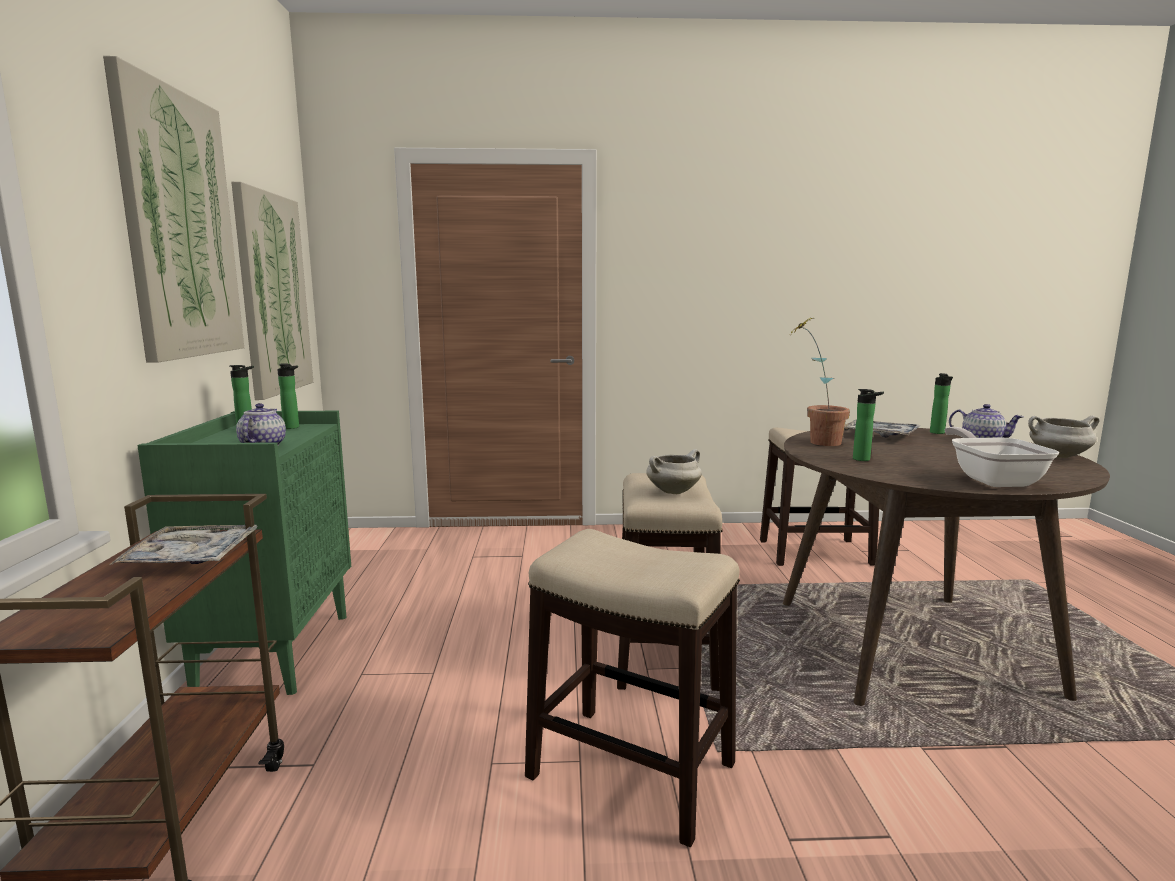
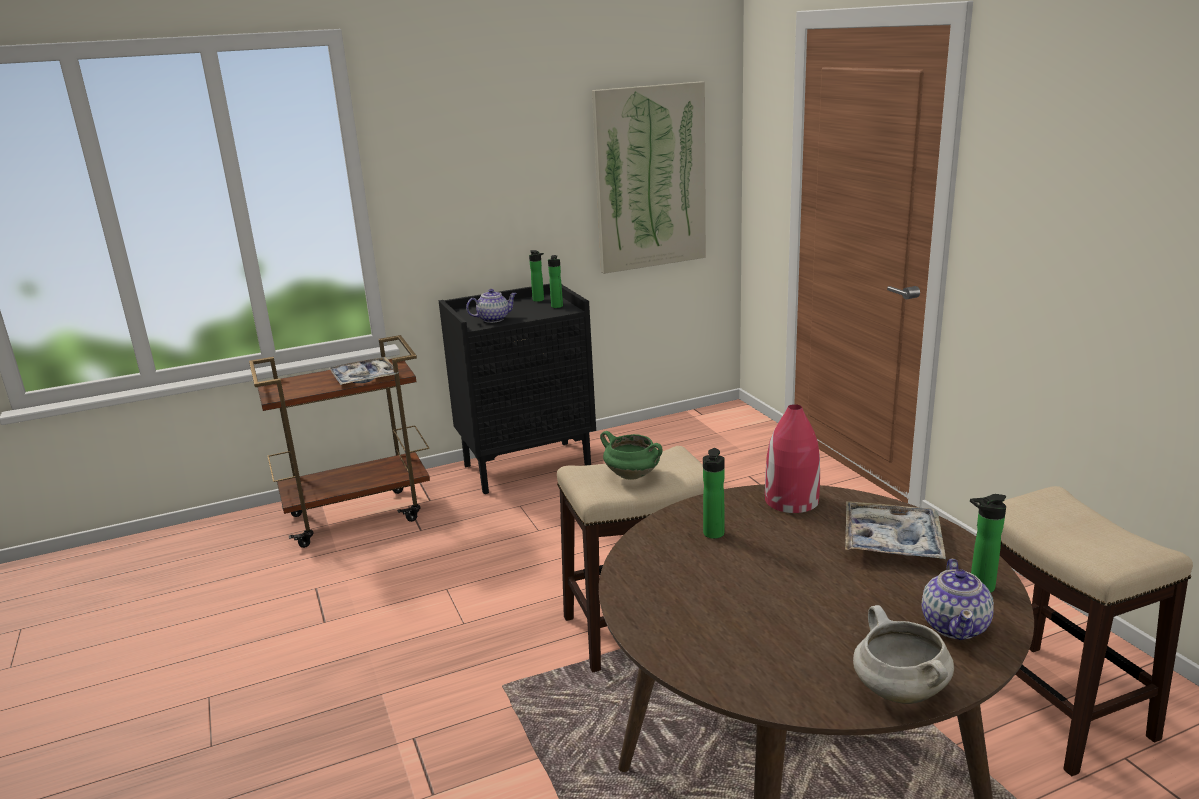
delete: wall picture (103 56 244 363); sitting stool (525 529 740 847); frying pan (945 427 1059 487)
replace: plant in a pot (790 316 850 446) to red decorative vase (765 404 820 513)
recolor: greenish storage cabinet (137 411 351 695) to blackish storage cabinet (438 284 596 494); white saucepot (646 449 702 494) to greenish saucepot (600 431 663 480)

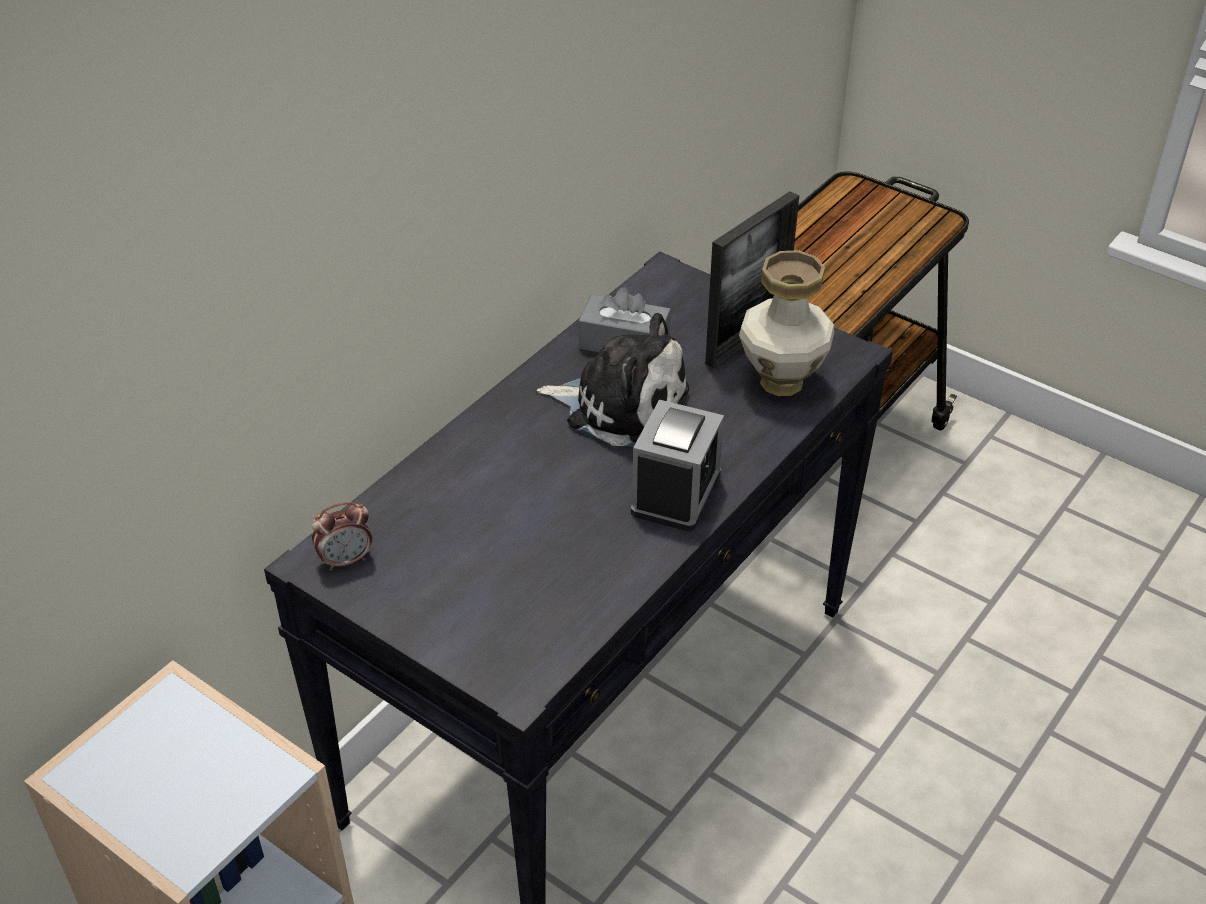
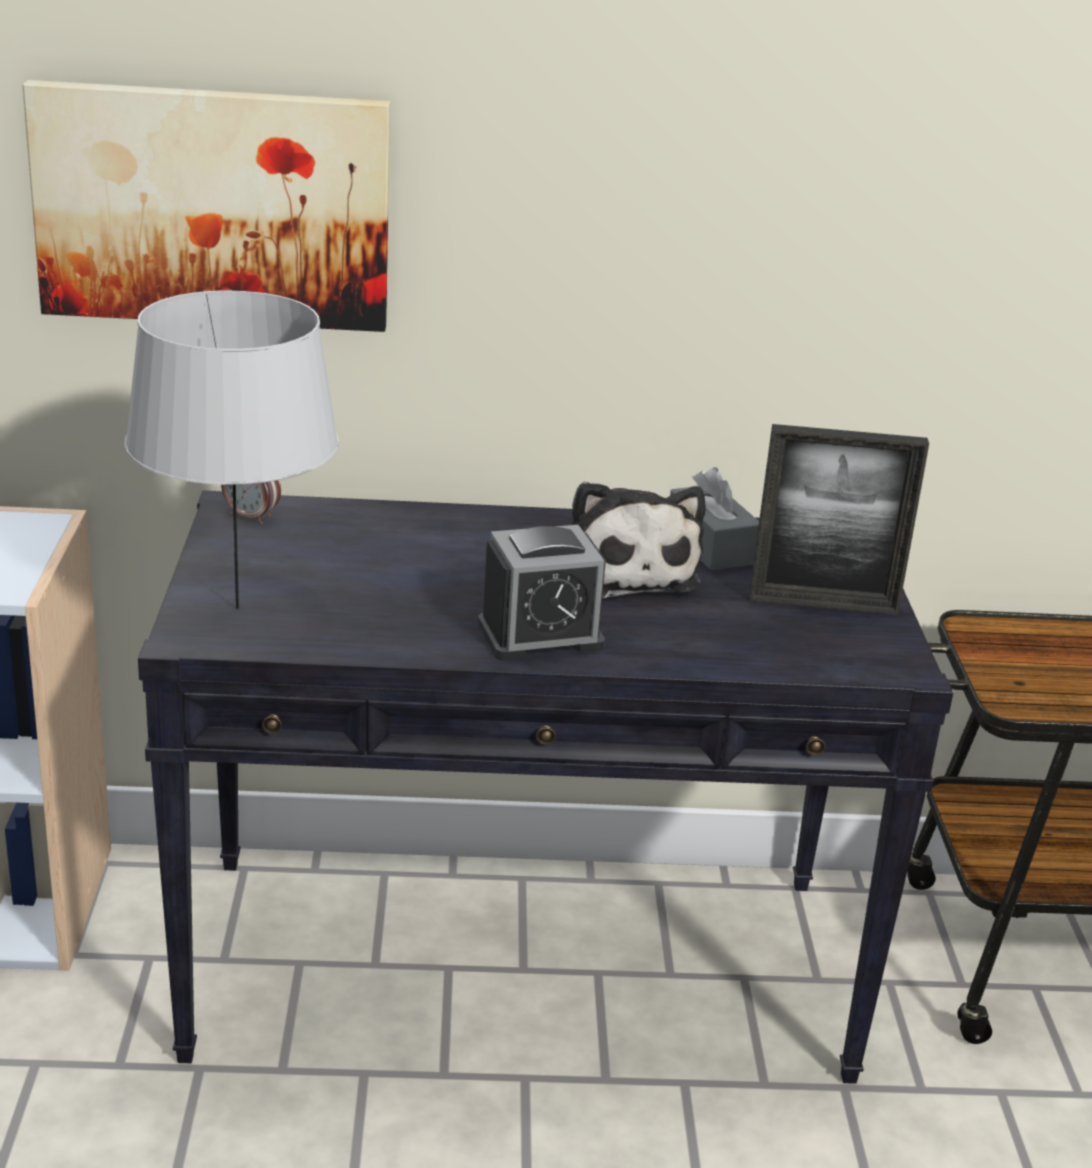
delete: decorative vase (739 250 835 396)
insert: wall picture (22 80 390 332); gray table lamp (125 290 339 609)

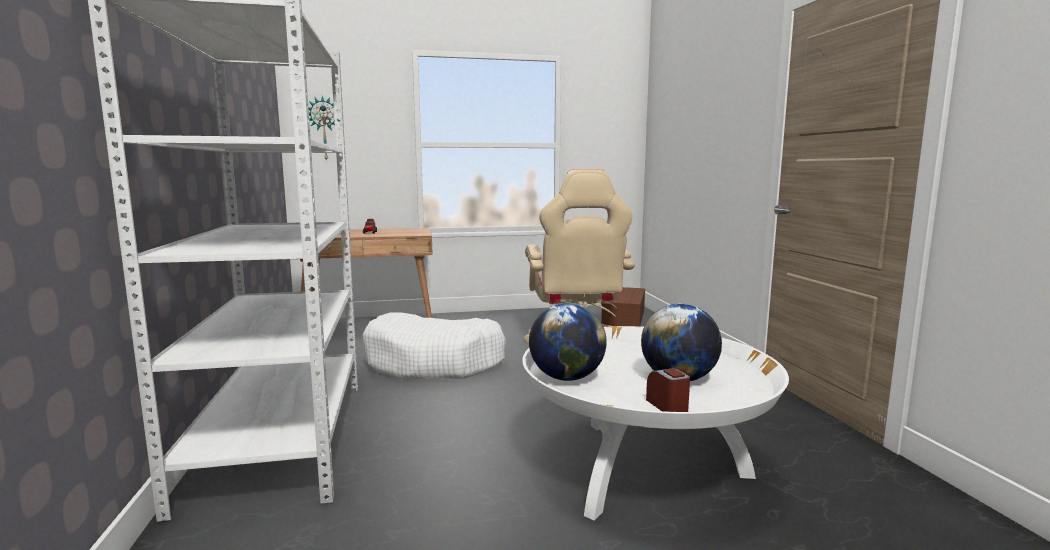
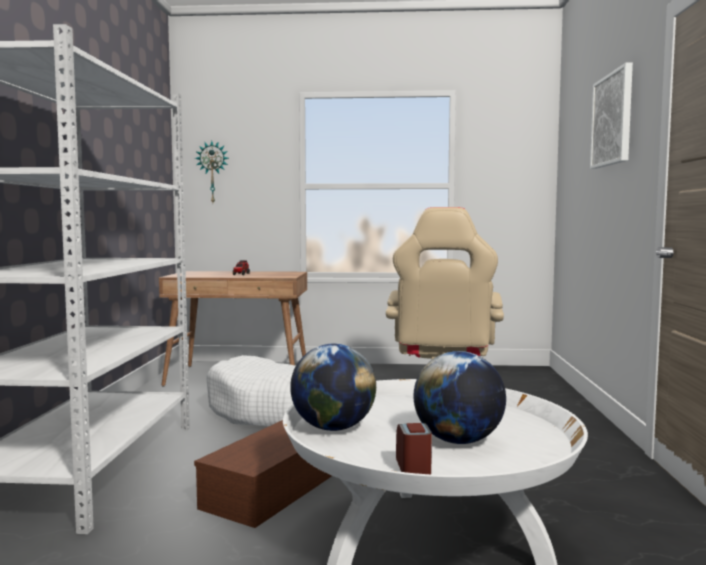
insert: wall picture (590 63 633 169)
move: brown storage box (601 287 645 326) to (194 420 332 528)

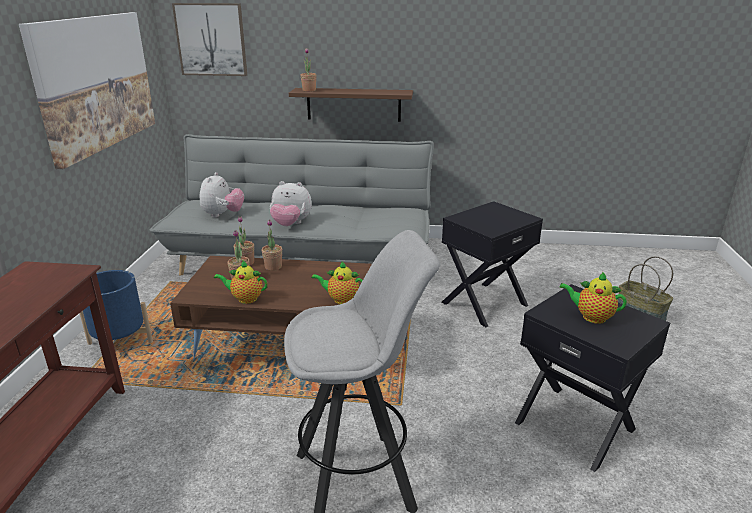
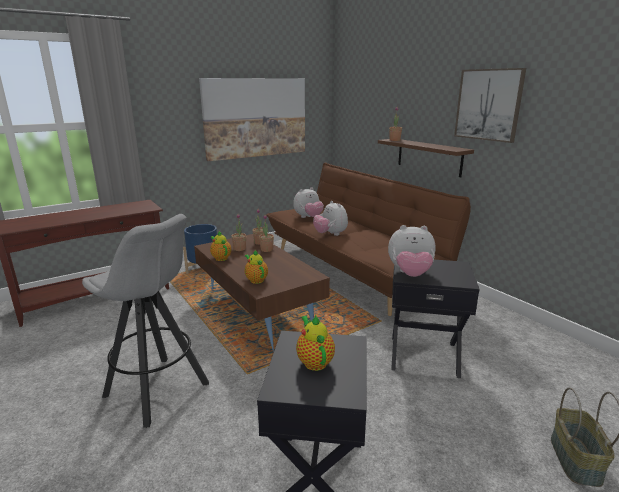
insert: soft toy (388 225 436 277)
move: wall picture (172 3 247 76) to (454 68 526 143)
recolor: gray sofa (150 134 434 275) to brown sofa (266 163 471 316)

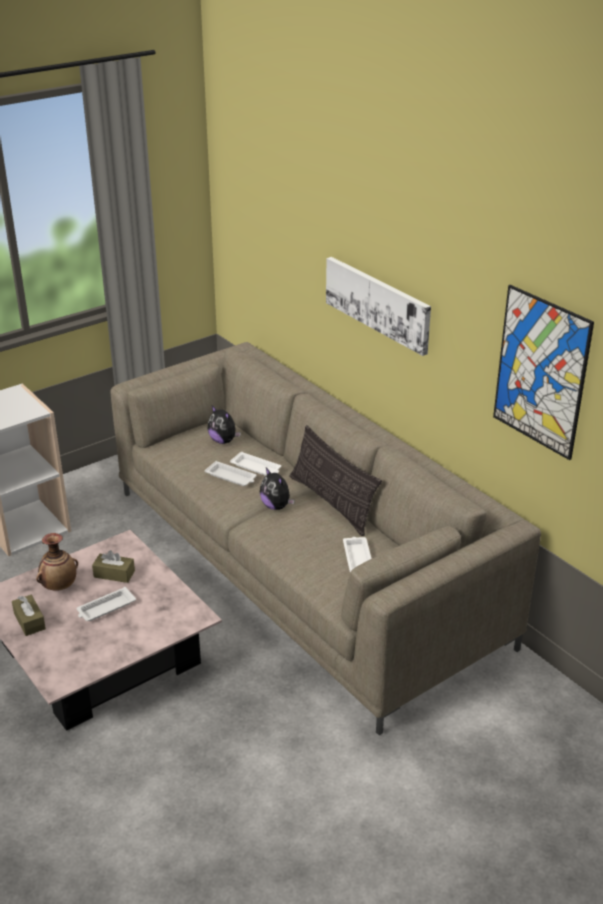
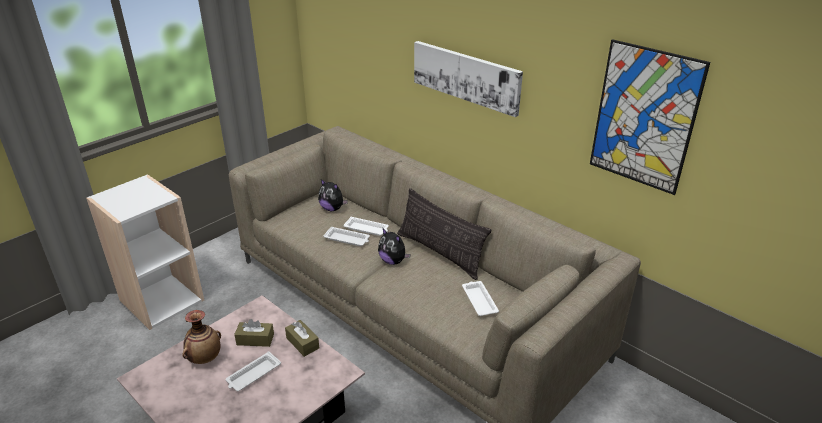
move: brown tissue box (12 595 46 636) to (285 320 319 357)

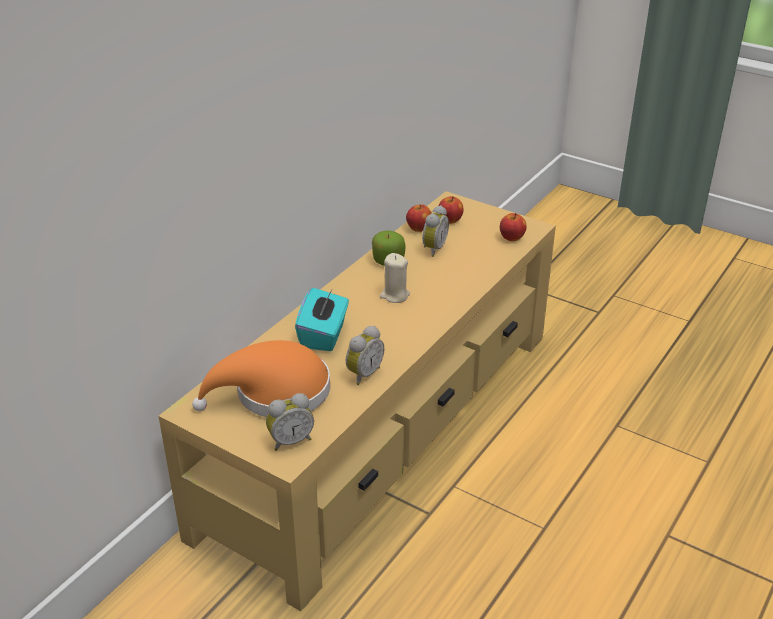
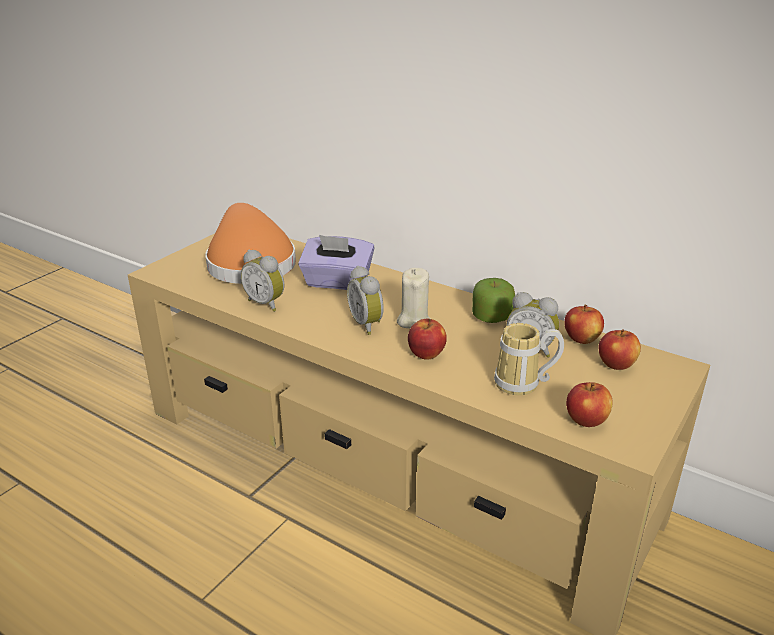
insert: whole apple (408 319 447 360); coffee mug (494 323 564 395)
move: alarm clock (266 393 314 451) to (347 266 384 335)
recolor: turquoise tissue box (295 288 349 351) to purple tissue box (298 235 374 290)

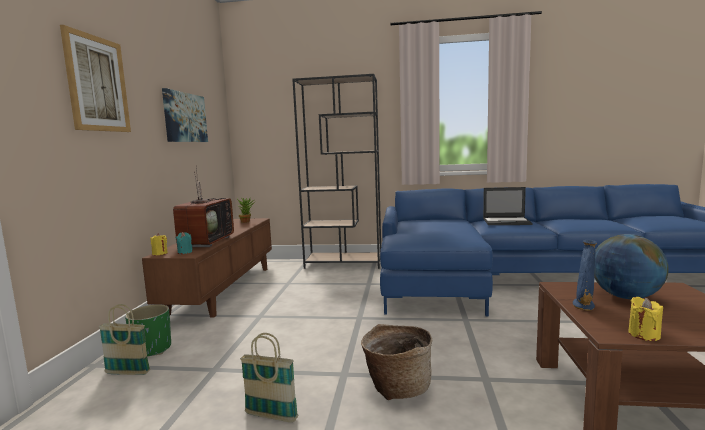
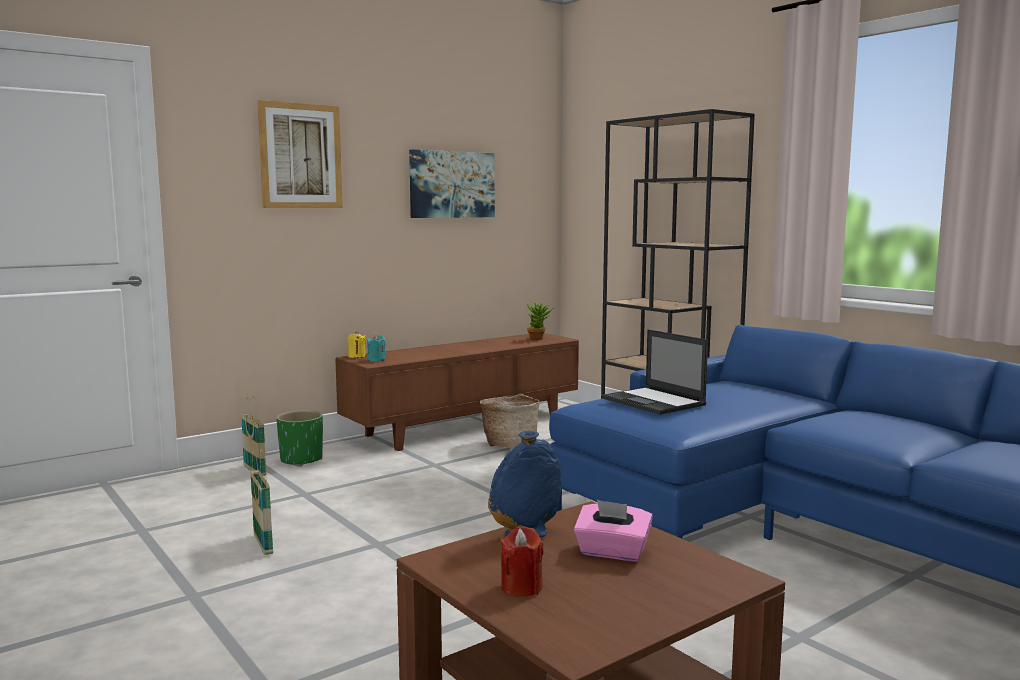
delete: TV set (173 165 234 247); yellow wax candle (629 297 663 341)
insert: red wax candle (500 526 544 597)
move: basket (361 324 432 400) to (480 394 540 448); laptop (483 187 533 225) to (602 329 708 415)
replace: world globe (594 234 669 299) to pinkish tissue box (574 500 653 562)

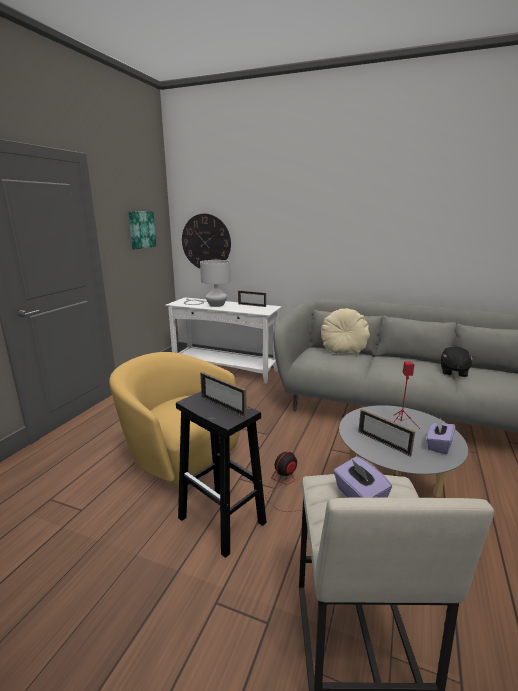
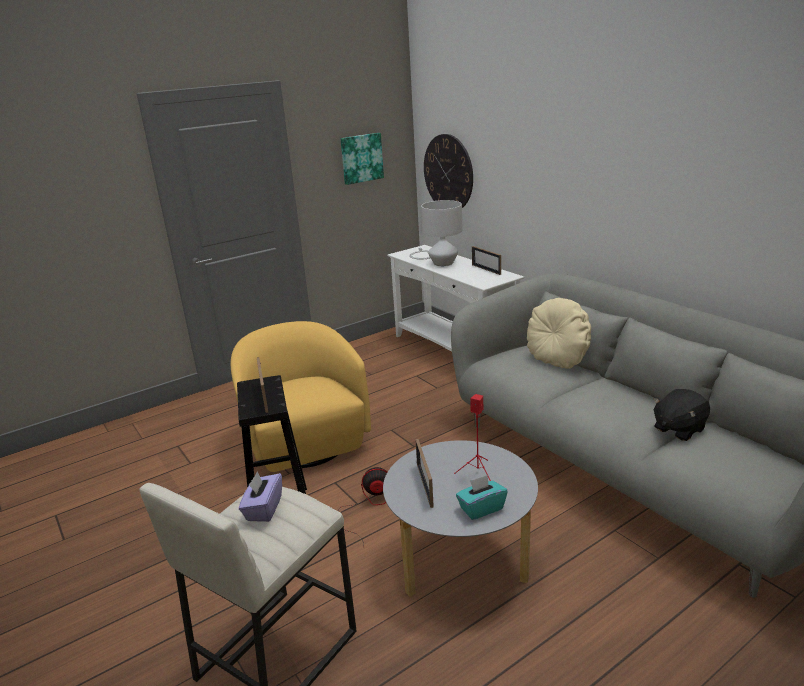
recolor: purple tissue box (427 418 455 455) to turquoise tissue box (456 475 508 520)

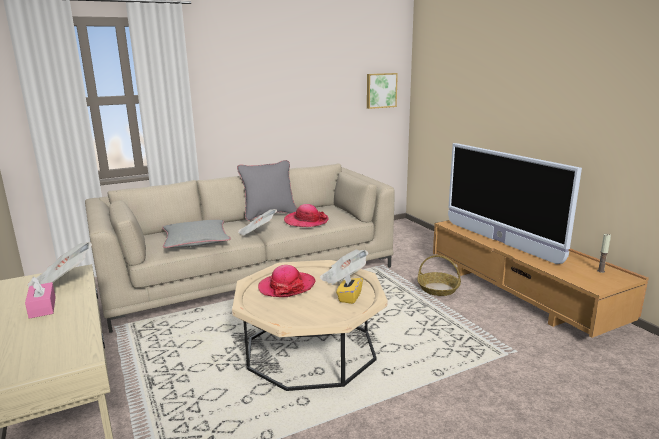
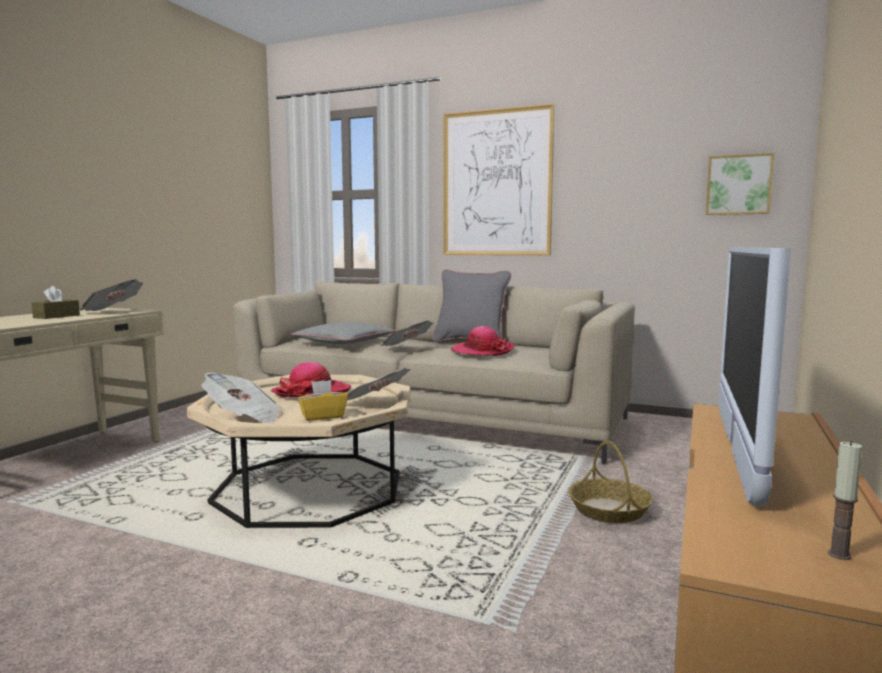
insert: printed paper (201 373 282 424); wall picture (443 103 555 255)
recolor: pinkish tissue box (25 277 56 319) to brown tissue box (32 286 80 319)

